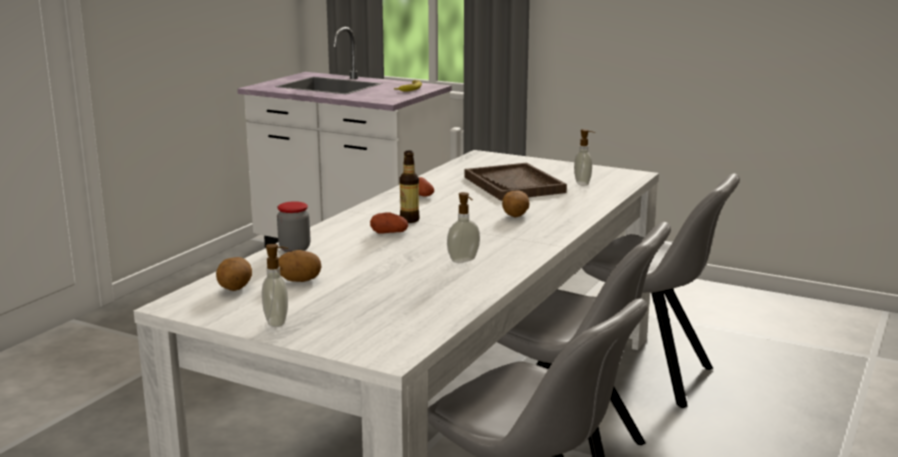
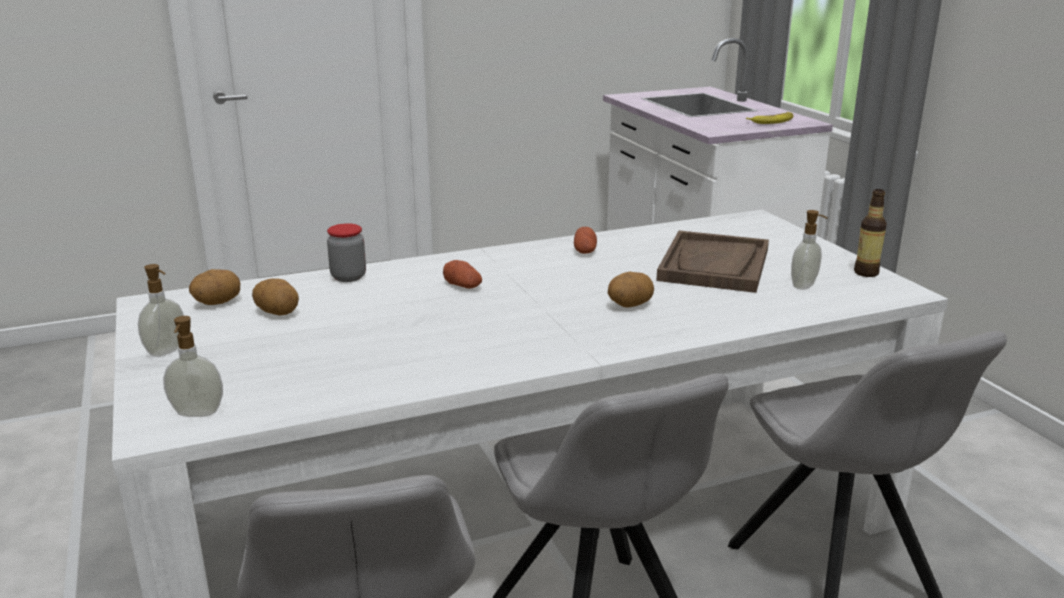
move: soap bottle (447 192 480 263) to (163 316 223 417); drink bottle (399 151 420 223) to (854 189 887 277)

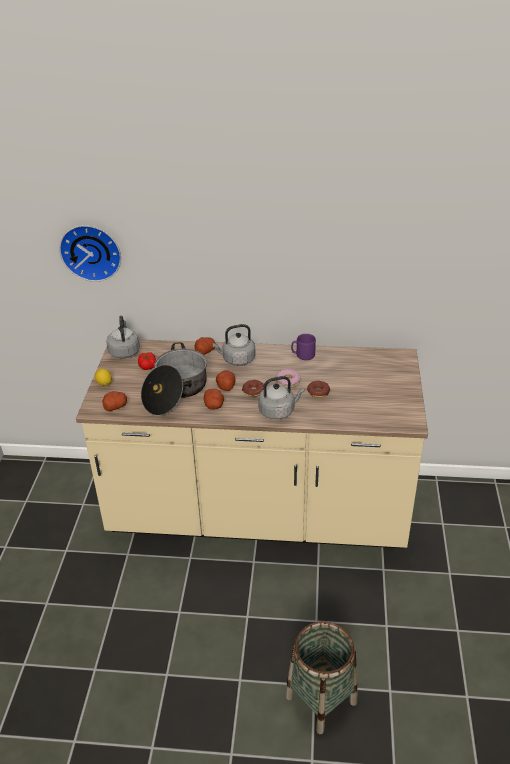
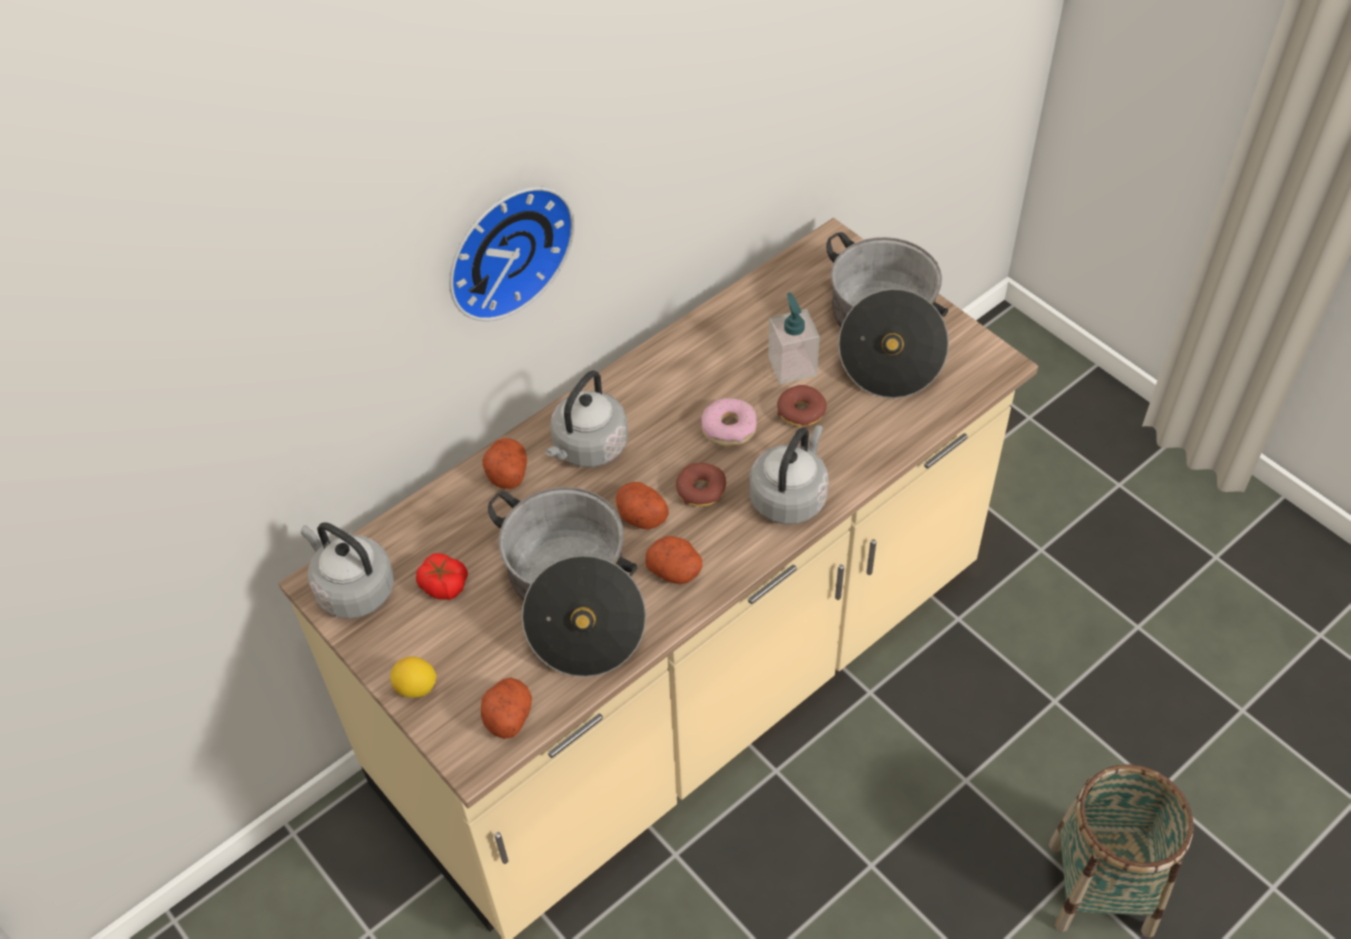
delete: purple coffee mug (291 334 316 360)
insert: soap bottle (768 292 820 384); saucepot (826 232 949 398)
move: hanging clock (59 225 121 282) to (449 186 575 321)

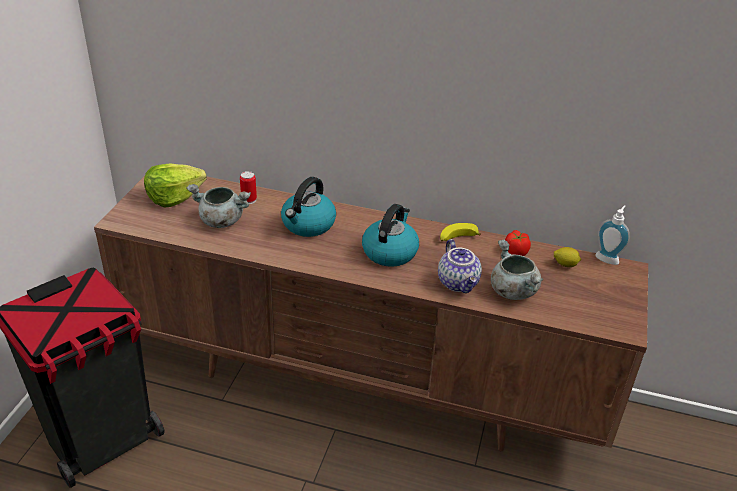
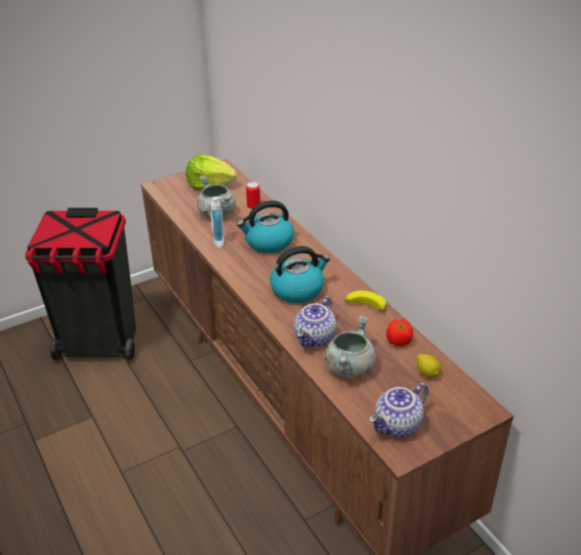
insert: tea pot (369 383 429 437)
move: soap bottle (595 205 630 265) to (210 197 226 248)

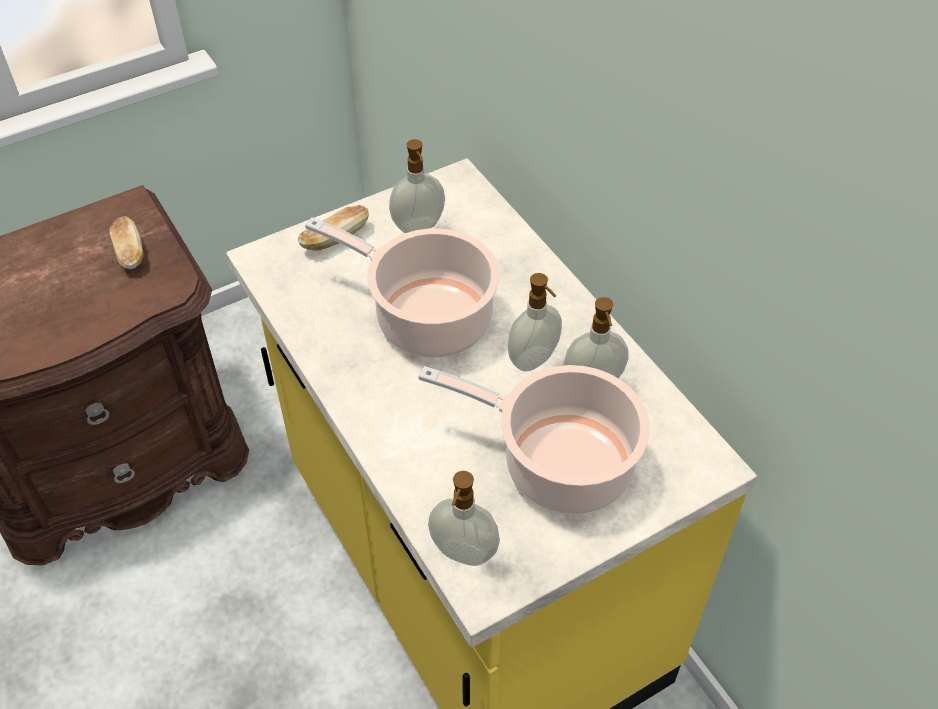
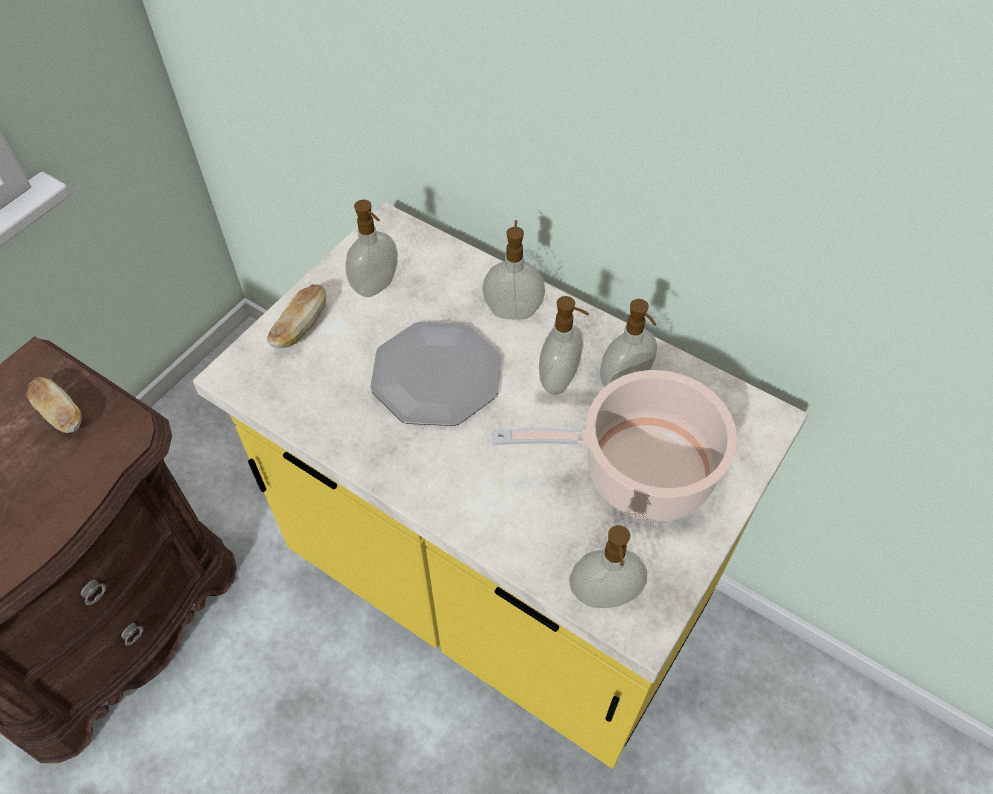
insert: soap bottle (482 220 545 319)
replace: saucepot (305 217 500 358) to flat dish (370 322 500 426)

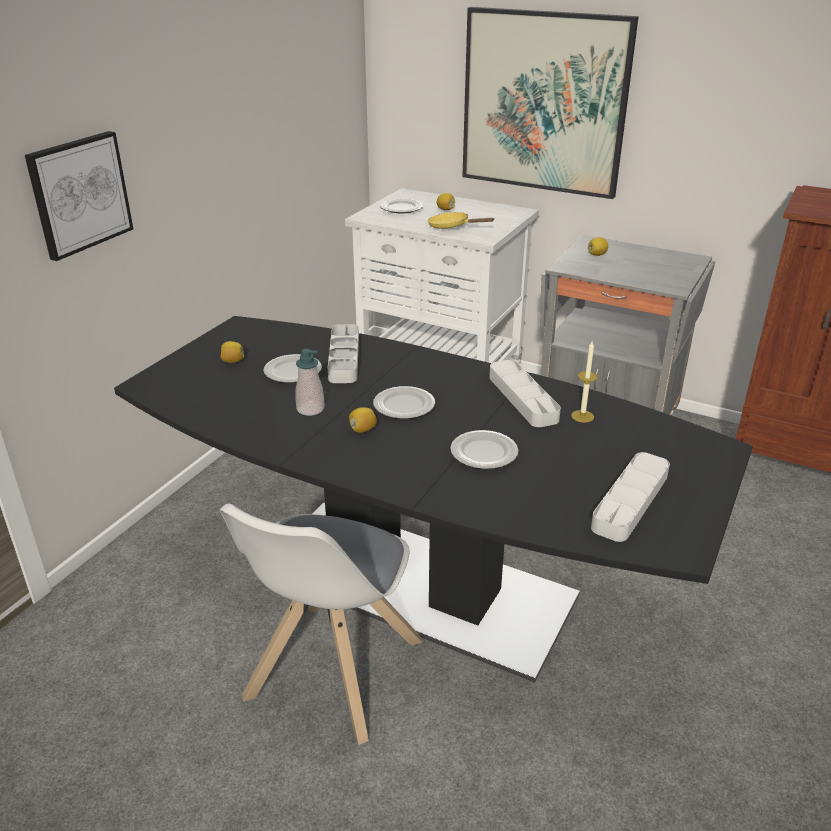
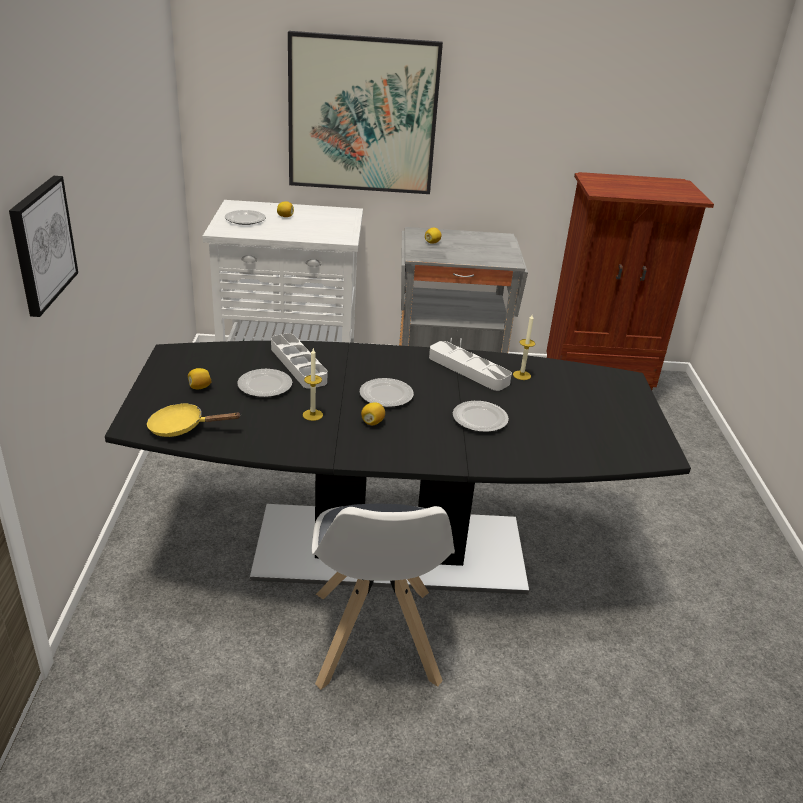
delete: gray serving tray (591 452 670 542)
move: yellow frying pan (427 212 494 229) to (147 403 241 437)
replace: soap bottle (295 349 325 416) to wax candle (303 349 323 421)

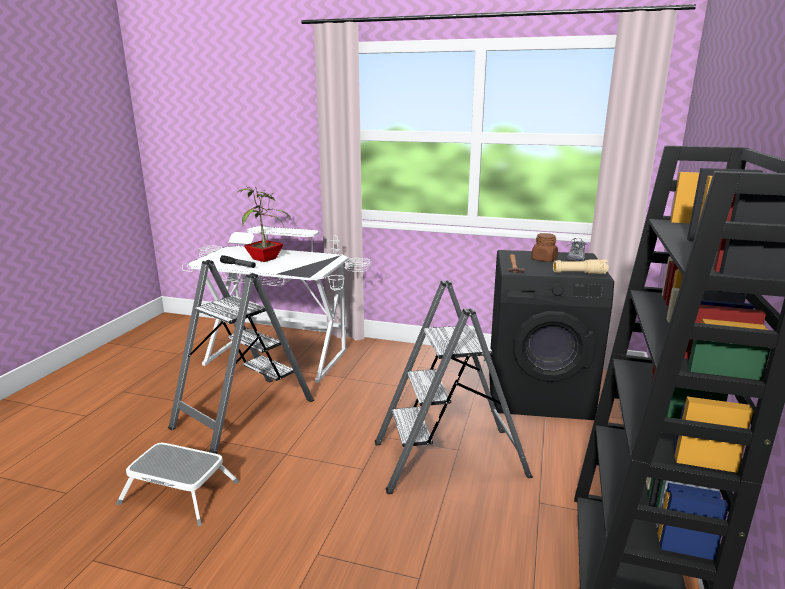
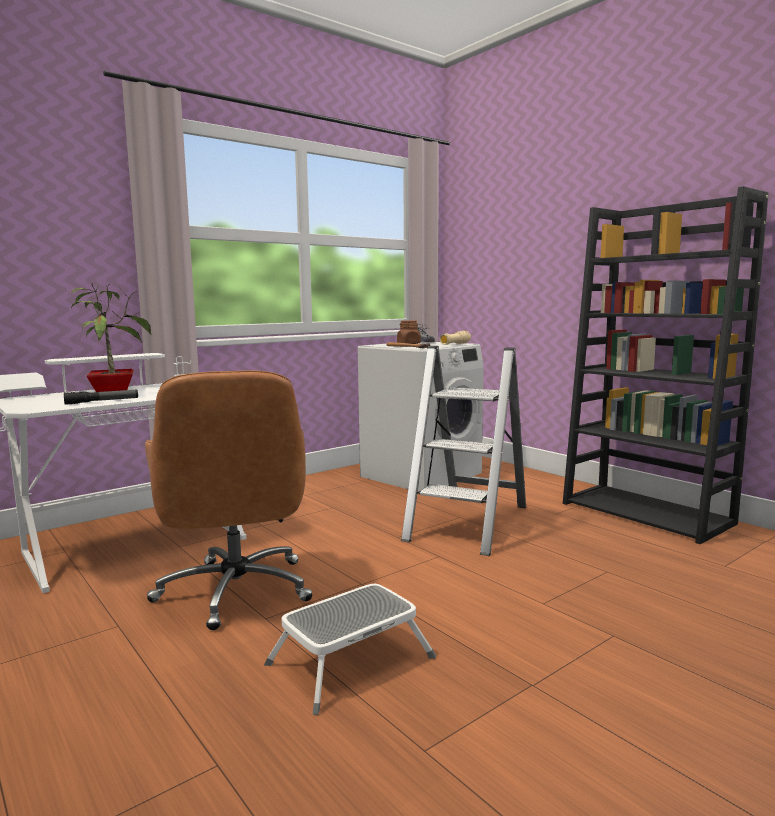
replace: gray step stool (168 260 314 454) to brown computer chair (145 371 312 630)
recolor: blackish washing machine (489 250 614 420) to white washing machine (358 342 484 491)

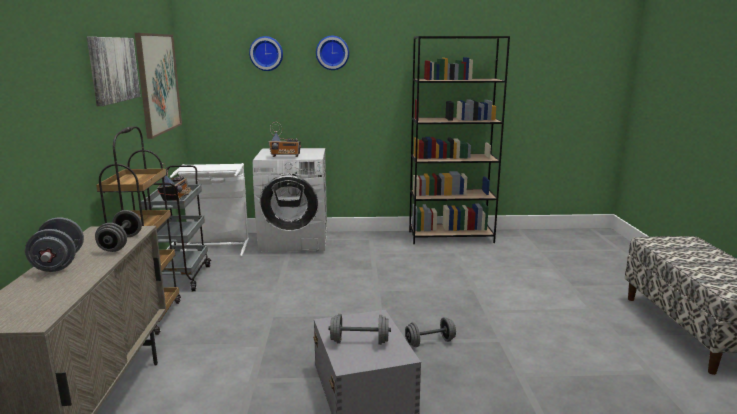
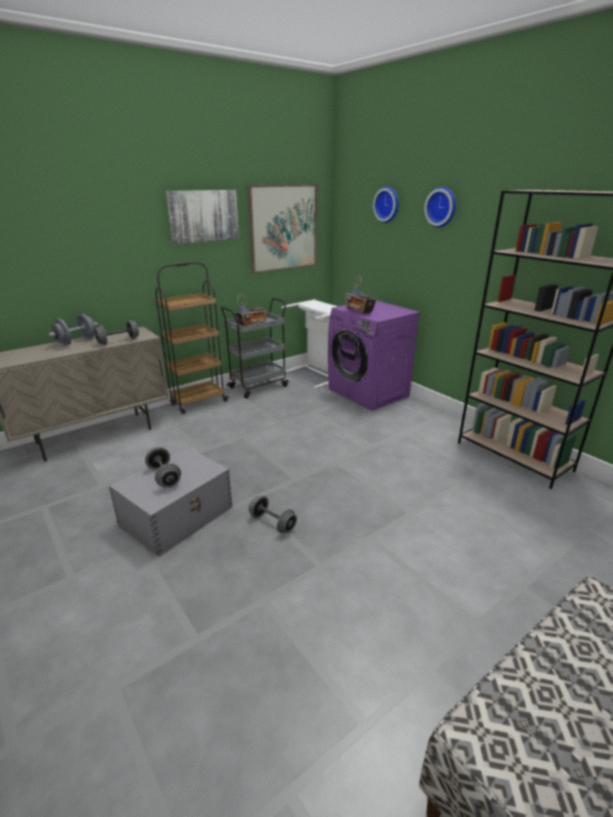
recolor: white washing machine (253 148 327 252) to purple washing machine (328 300 420 411)

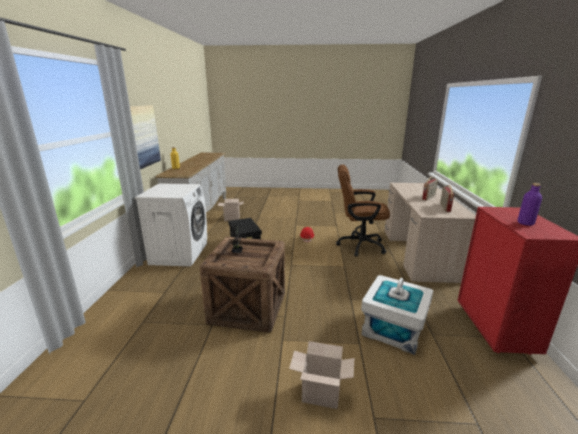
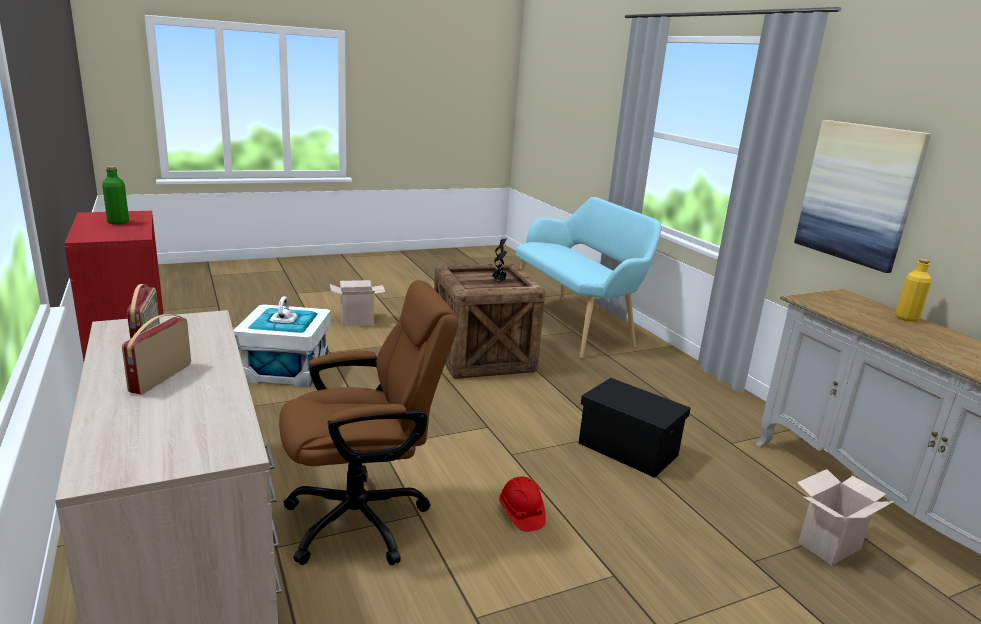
delete: white washing machine (135 183 207 266)
insert: turquoise long seat (516 197 661 358)
recolor: purple drink bottle (518 183 542 226) to greenish drink bottle (102 166 129 225)

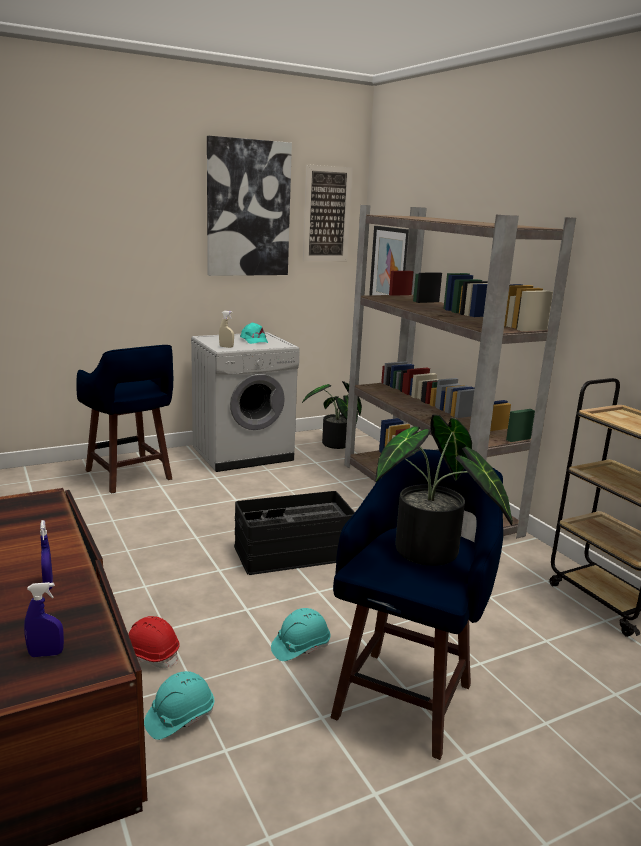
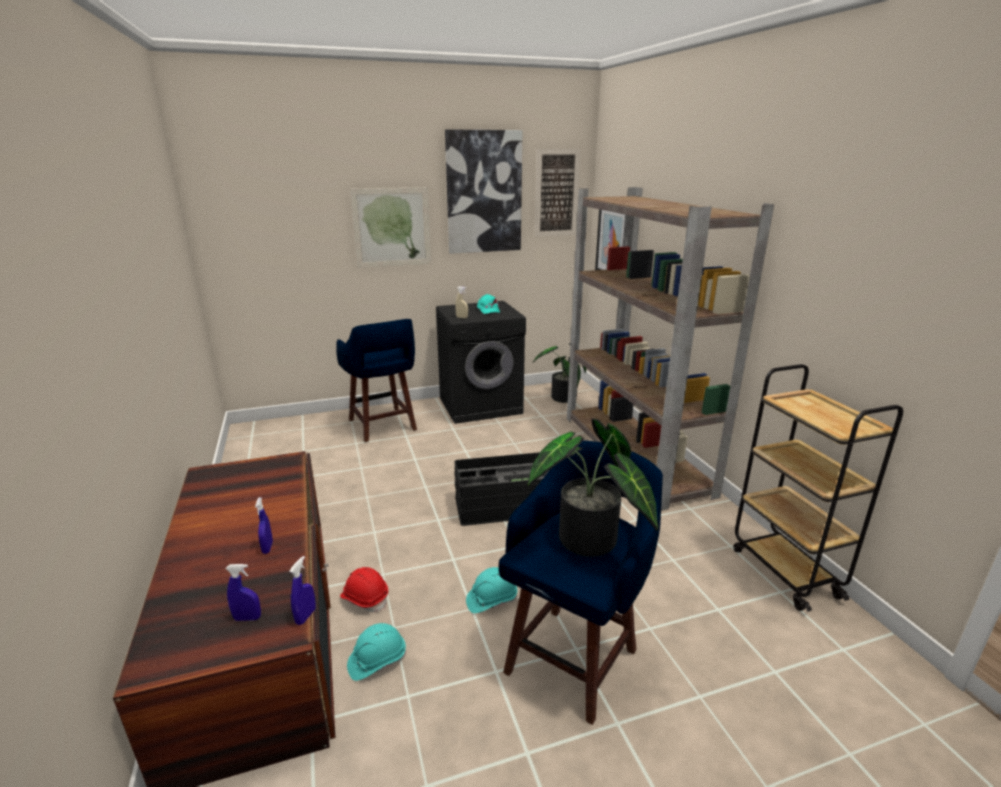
insert: blue sprayer (289 556 316 625); wall picture (350 187 431 268)
recolor: white washing machine (191 332 300 472) to blackish washing machine (436 301 526 424)

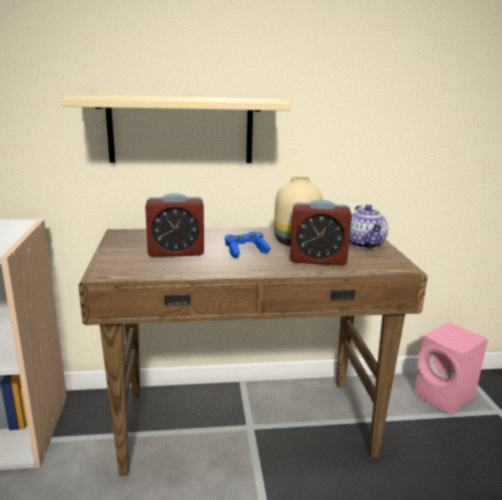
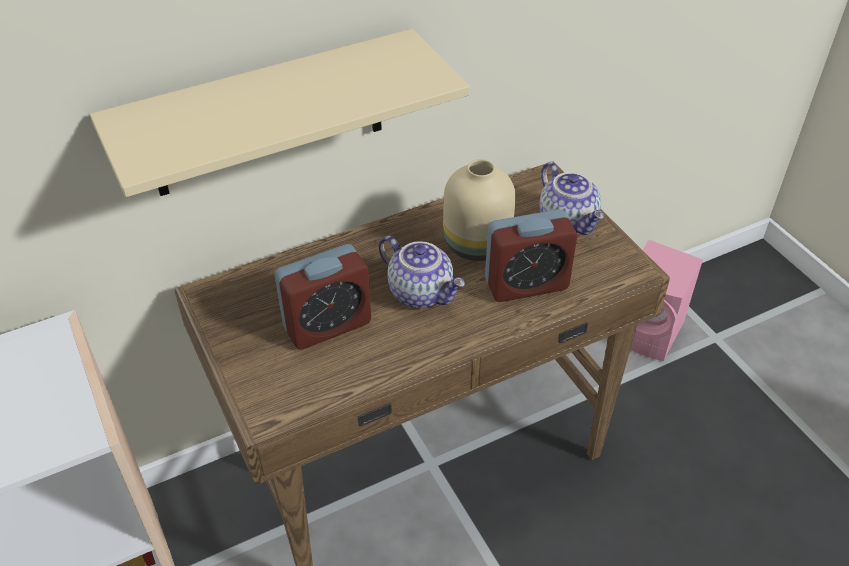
replace: blue joypad (225 231 271 258) to tea pot (378 236 465 308)

